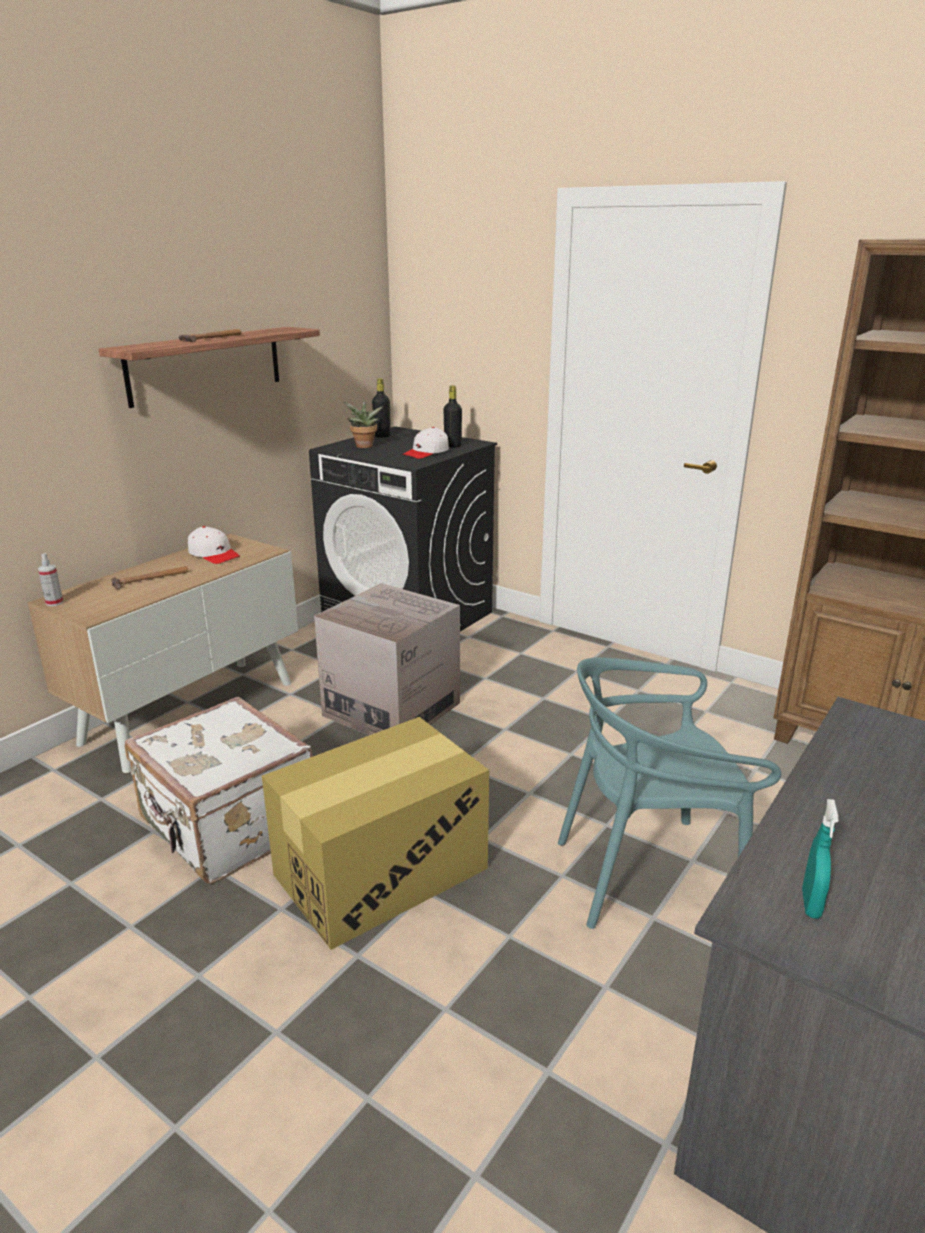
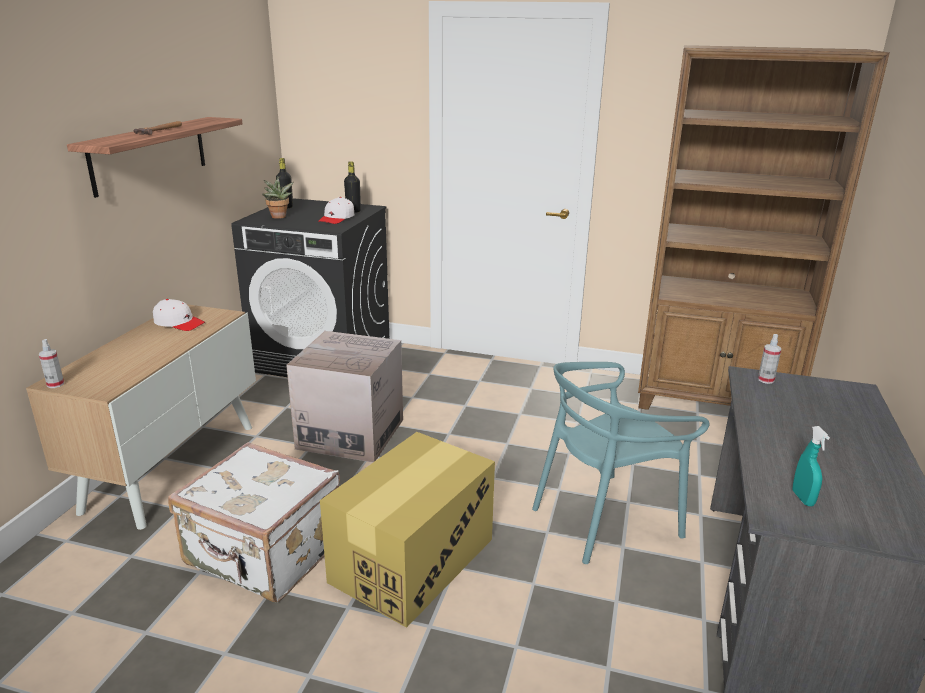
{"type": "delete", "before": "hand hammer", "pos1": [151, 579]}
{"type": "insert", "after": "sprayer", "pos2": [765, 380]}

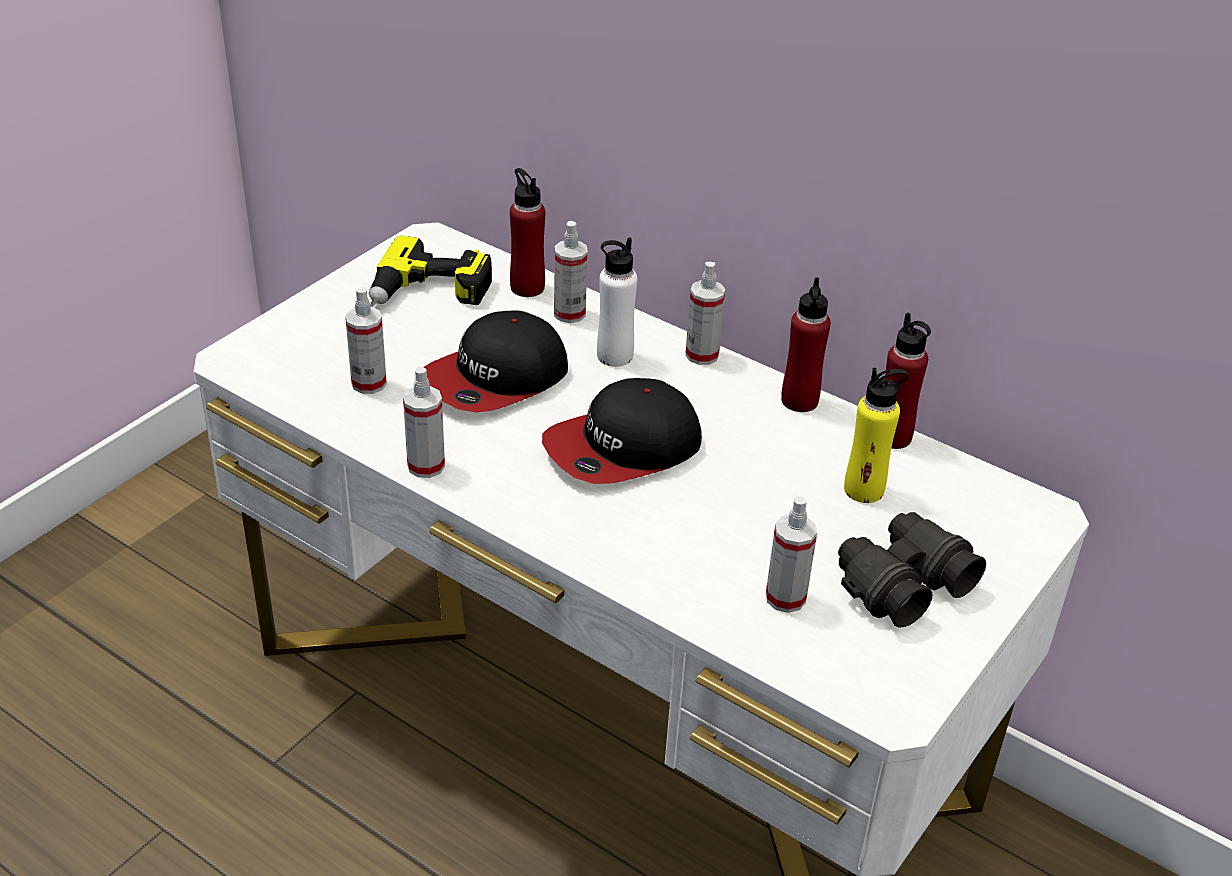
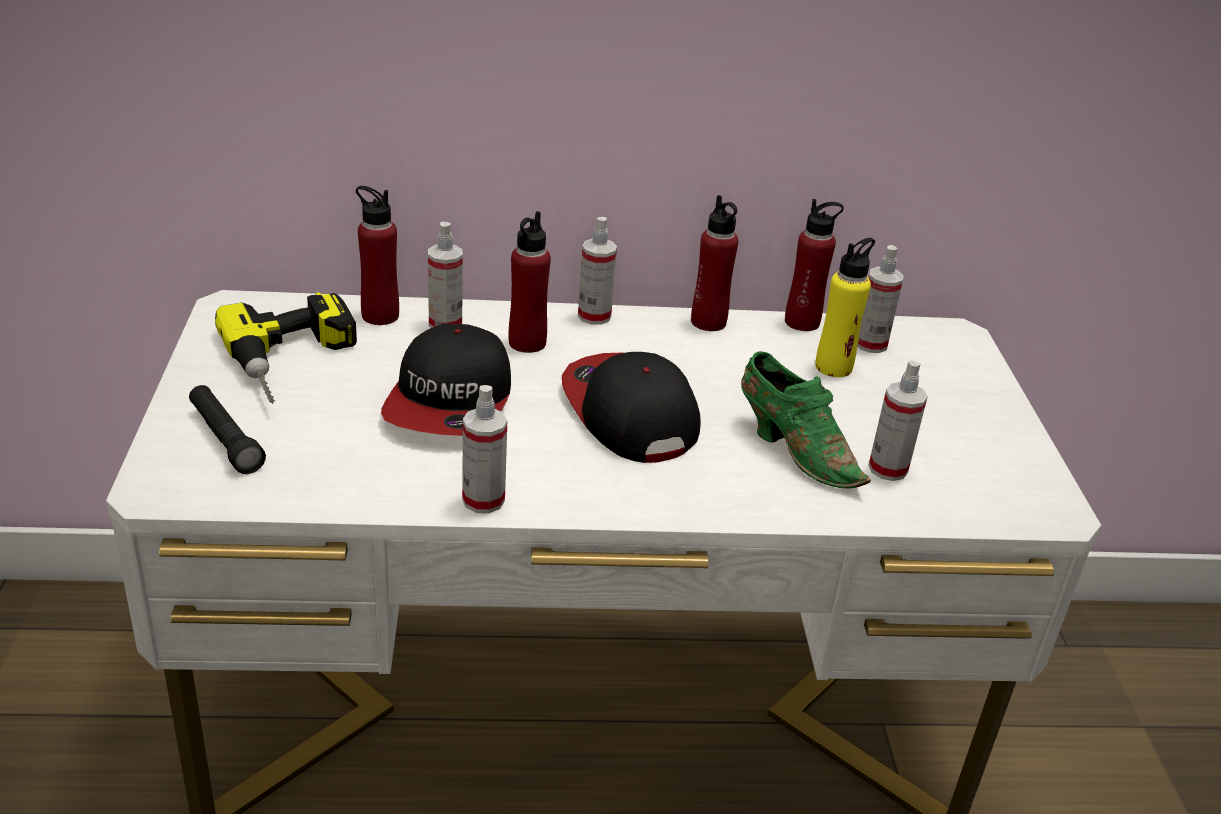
{"type": "recolor", "before": "beverage bottle (whitish)", "after": "beverage bottle (red)", "pos1": [614, 356], "pos2": [527, 343]}
{"type": "move", "before": "sprayer", "pos1": [369, 383], "pos2": [870, 344]}
{"type": "rotate", "before": "cap", "pos1": [623, 448], "pos2": [628, 412], "turn": 135}
{"type": "delete", "before": "pair of binoculars (blackish)", "pos1": [901, 583]}
{"type": "insert", "after": "low shoe (greenish)", "pos2": [795, 450]}
{"type": "insert", "after": "torch (blackish)", "pos2": [225, 439]}

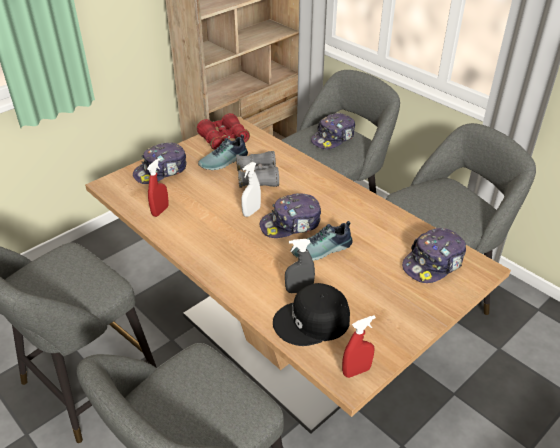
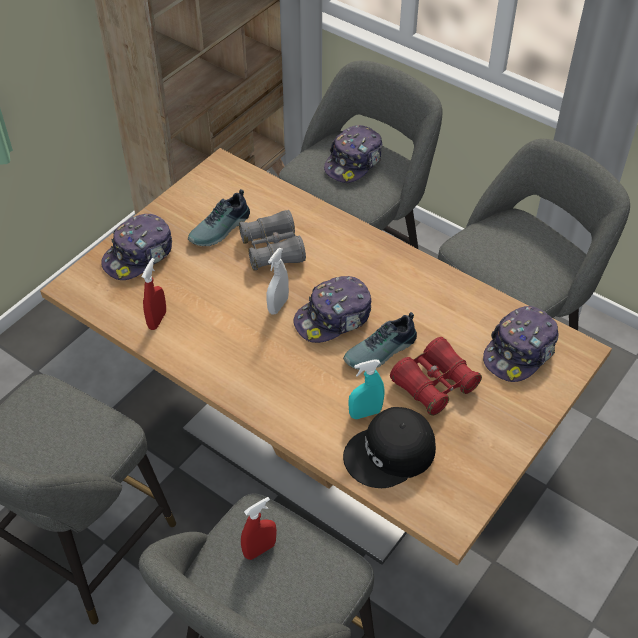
{"type": "move", "before": "pair of binoculars (red)", "pos1": [224, 139], "pos2": [434, 384]}
{"type": "recolor", "before": "sprayer (greyish)", "after": "sprayer (turquoise-coloured)", "pos1": [299, 290], "pos2": [365, 413]}
{"type": "move", "before": "sprayer (red)", "pos1": [356, 371], "pos2": [260, 549]}

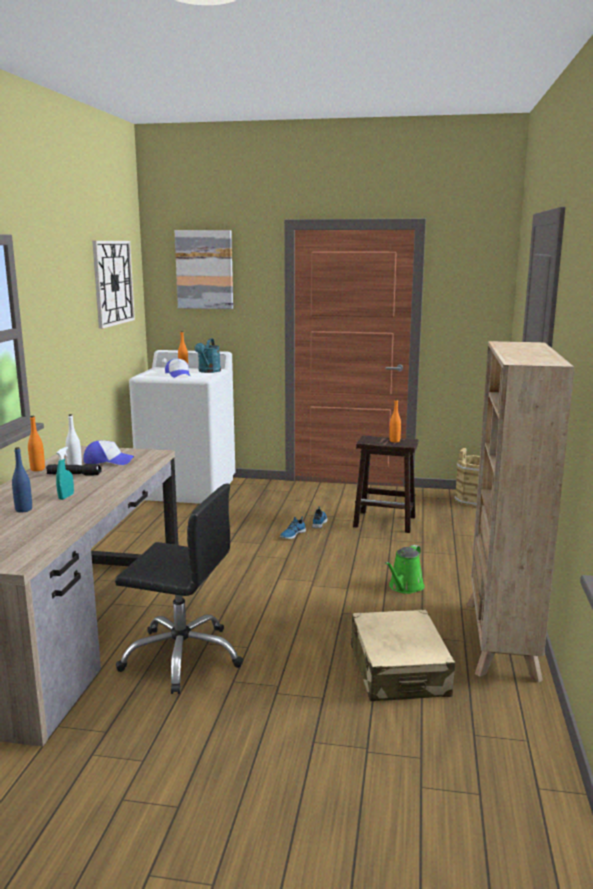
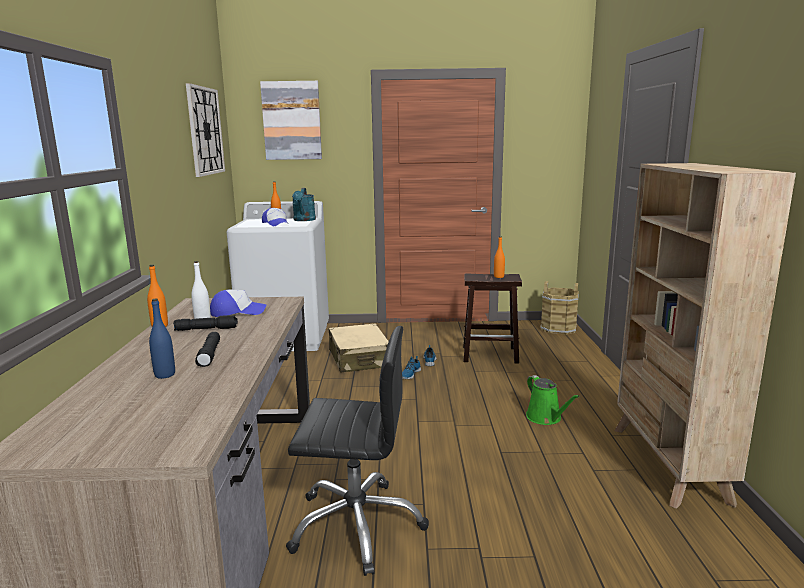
{"type": "replace", "before": "sprayer (turquoise-coloured)", "after": "torch (blackish)", "pos1": [66, 497], "pos2": [210, 355]}
{"type": "rotate", "before": "sprinkling can (greenish)", "pos1": [404, 587], "pos2": [546, 418], "turn": -45}
{"type": "move", "before": "suitcase (beige)", "pos1": [399, 671], "pos2": [359, 359]}

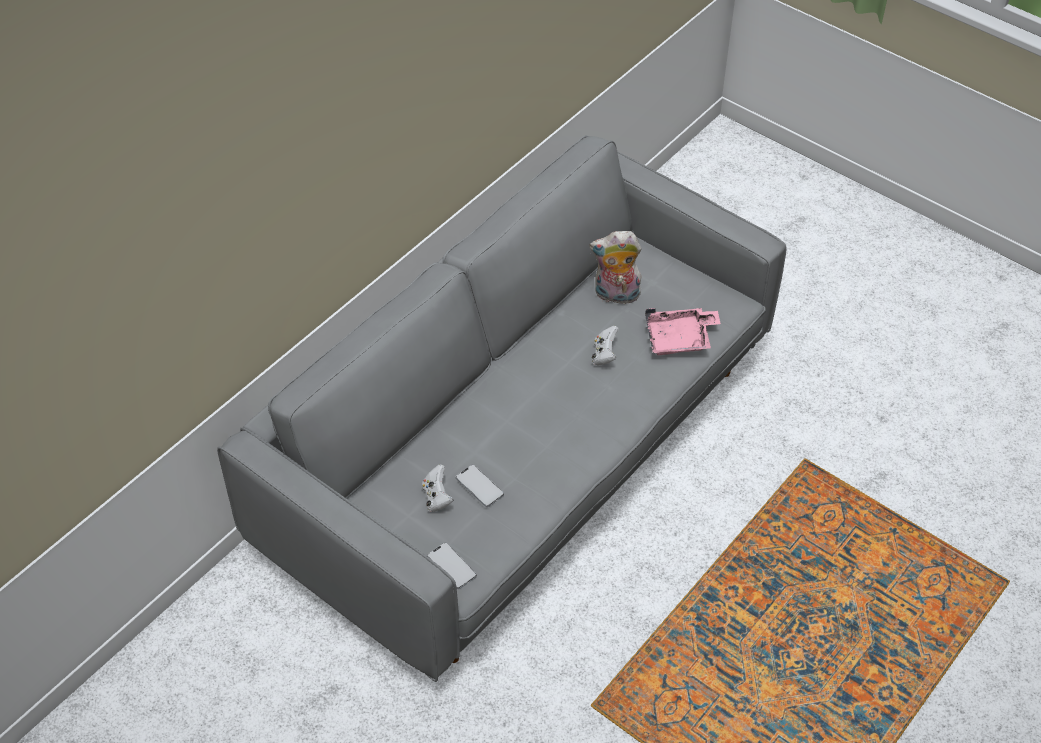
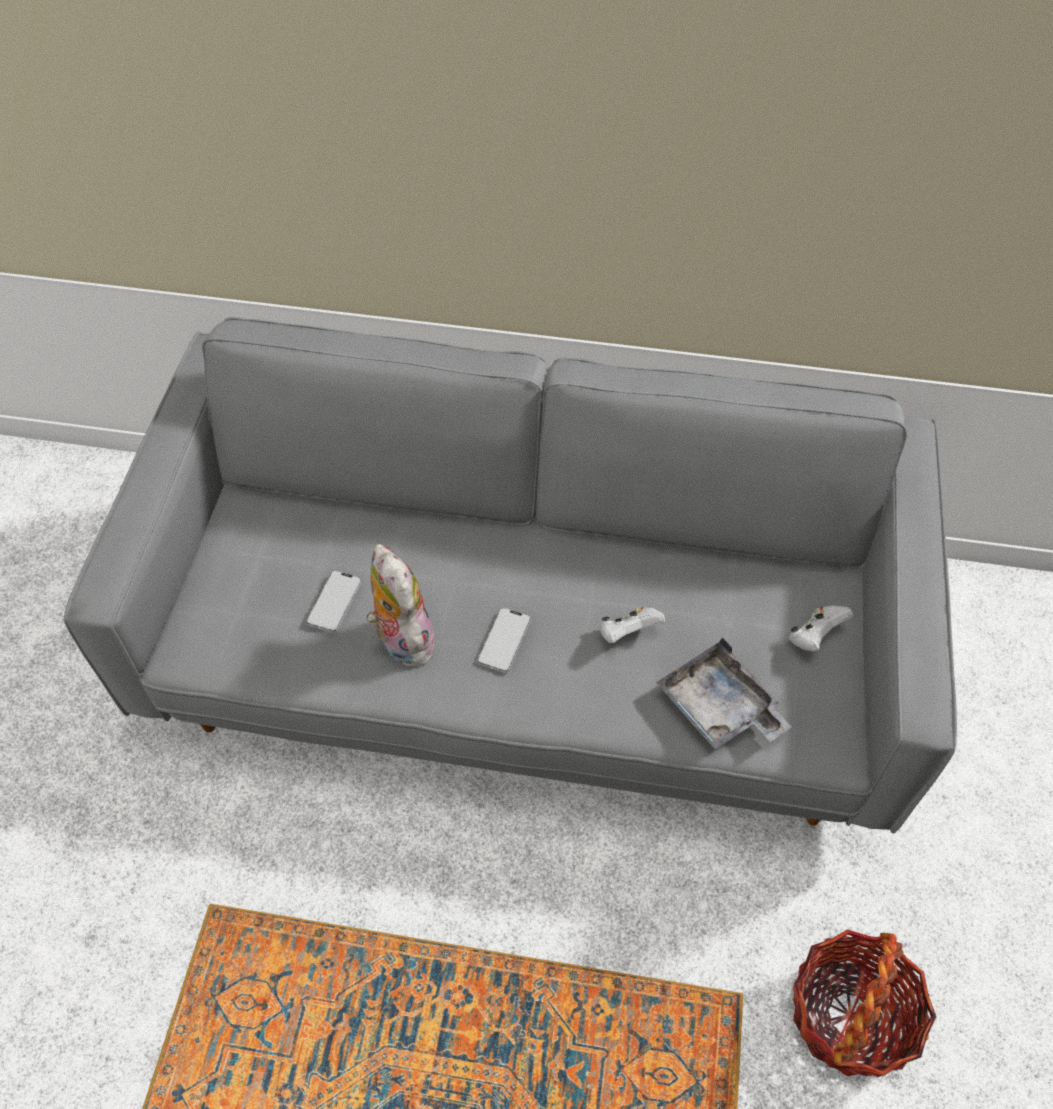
{"type": "move", "before": "plush toy", "pos1": [615, 296], "pos2": [401, 639]}
{"type": "recolor", "before": "tray (pink-coloured)", "after": "tray (greyish)", "pos1": [679, 339], "pos2": [719, 707]}
{"type": "move", "before": "joypad (whitish)", "pos1": [437, 497], "pos2": [814, 636]}
{"type": "move", "before": "handset", "pos1": [452, 566], "pos2": [504, 641]}
{"type": "insert", "after": "storage basket", "pos2": [849, 1014]}

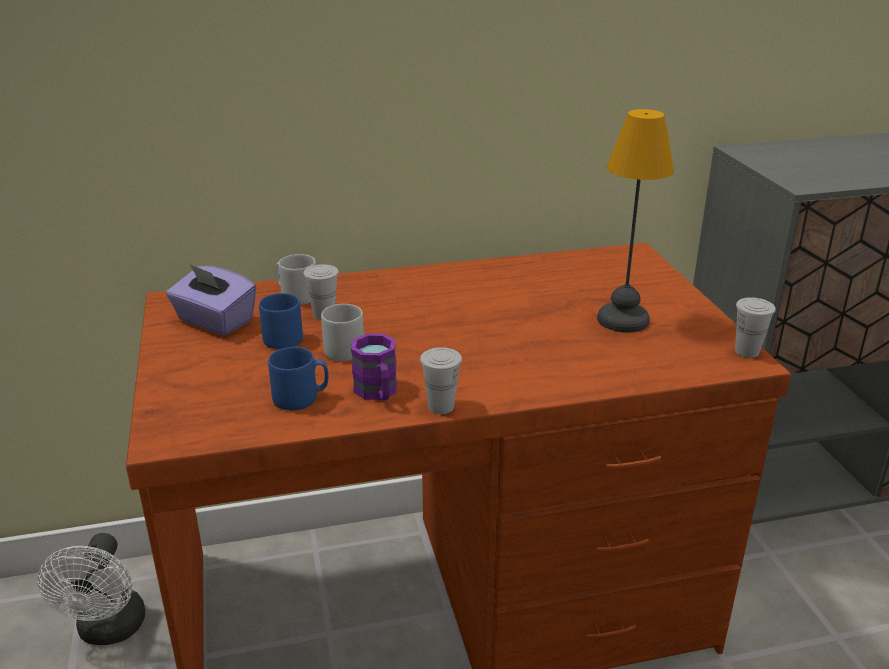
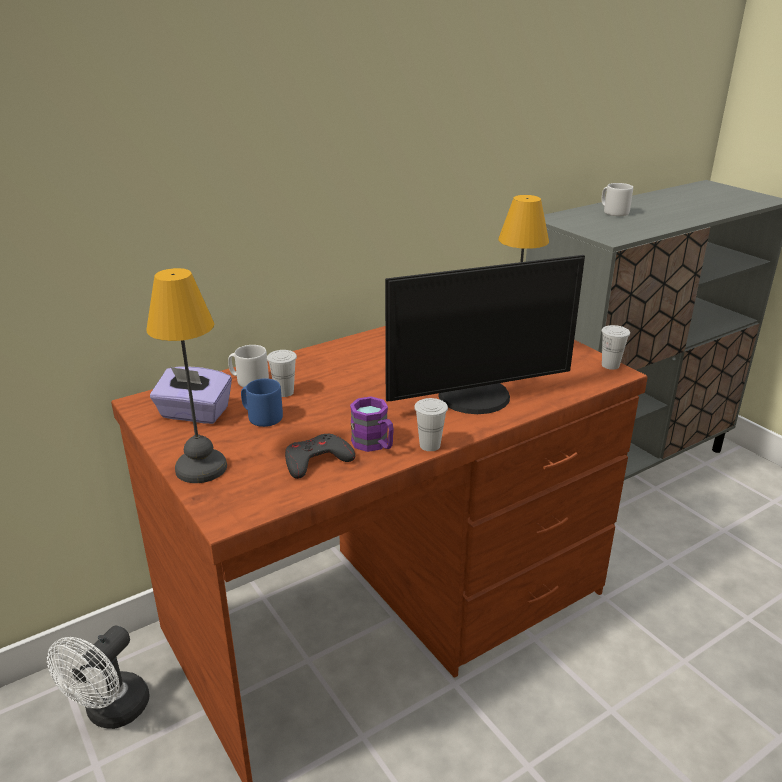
{"type": "move", "before": "coffee mug (greyish)", "pos1": [343, 349], "pos2": [613, 212]}
{"type": "replace", "before": "coffee mug (blue-coloured)", "after": "joypad (greyish)", "pos1": [301, 398], "pos2": [317, 461]}
{"type": "rotate", "before": "fan (whitish)", "pos1": [109, 631], "pos2": [111, 713], "turn": 45}
{"type": "insert", "after": "computer display", "pos2": [476, 398]}
{"type": "insert", "after": "table lamp", "pos2": [200, 467]}

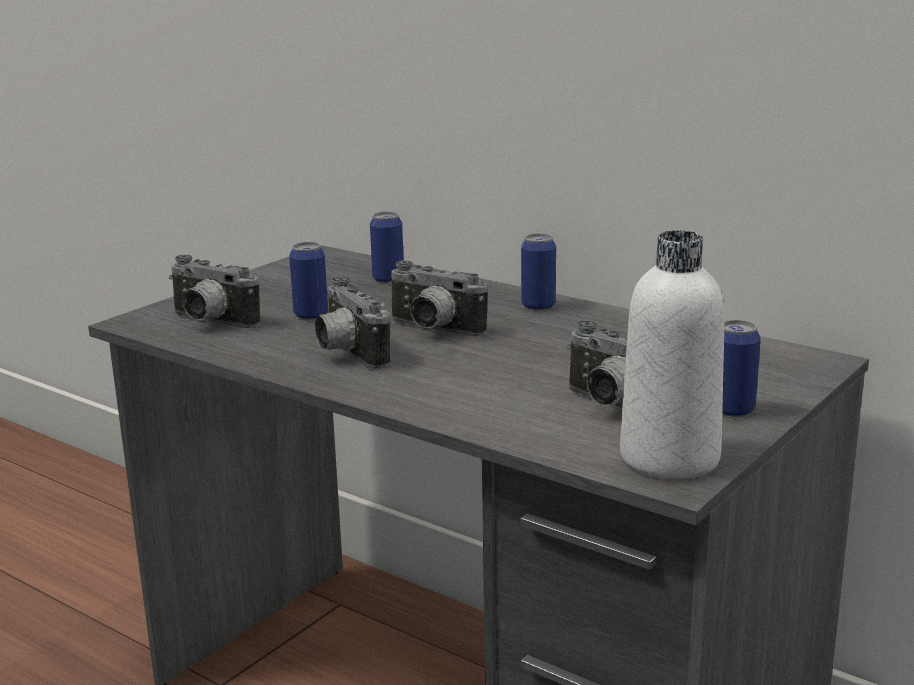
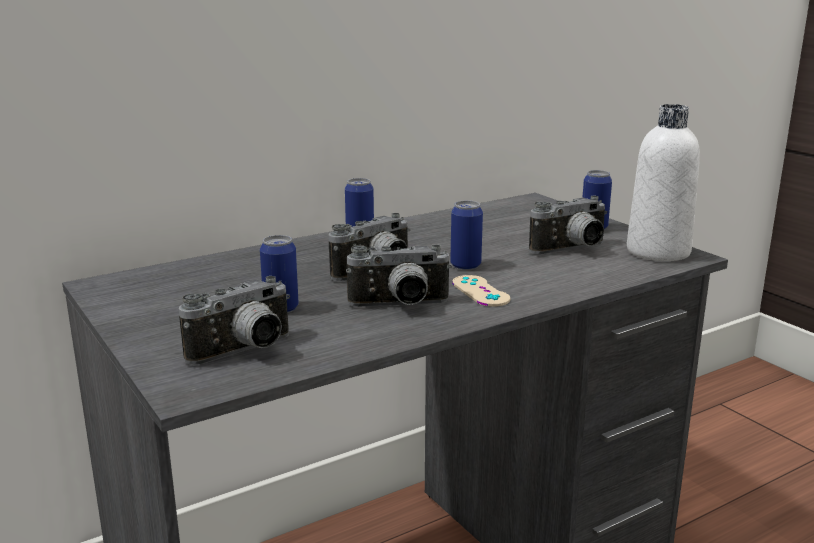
{"type": "move", "before": "metal can", "pos1": [388, 279], "pos2": [465, 265]}
{"type": "insert", "after": "joypad (beige)", "pos2": [480, 291]}

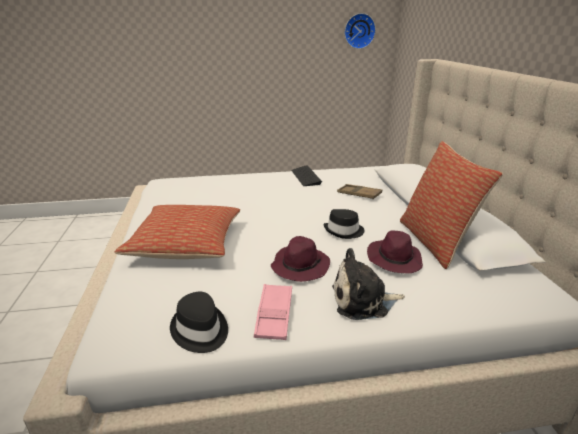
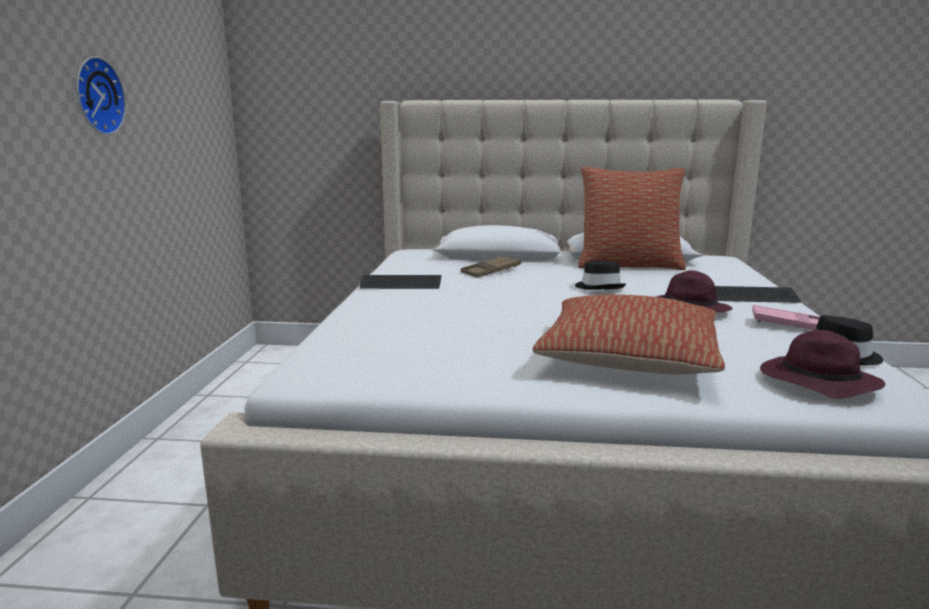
{"type": "move", "before": "wall clock", "pos1": [359, 31], "pos2": [96, 96]}
{"type": "move", "before": "hat (purple-coloured)", "pos1": [394, 259], "pos2": [816, 383]}
{"type": "replace", "before": "plush toy", "after": "keyboard", "pos1": [363, 301], "pos2": [751, 297]}

